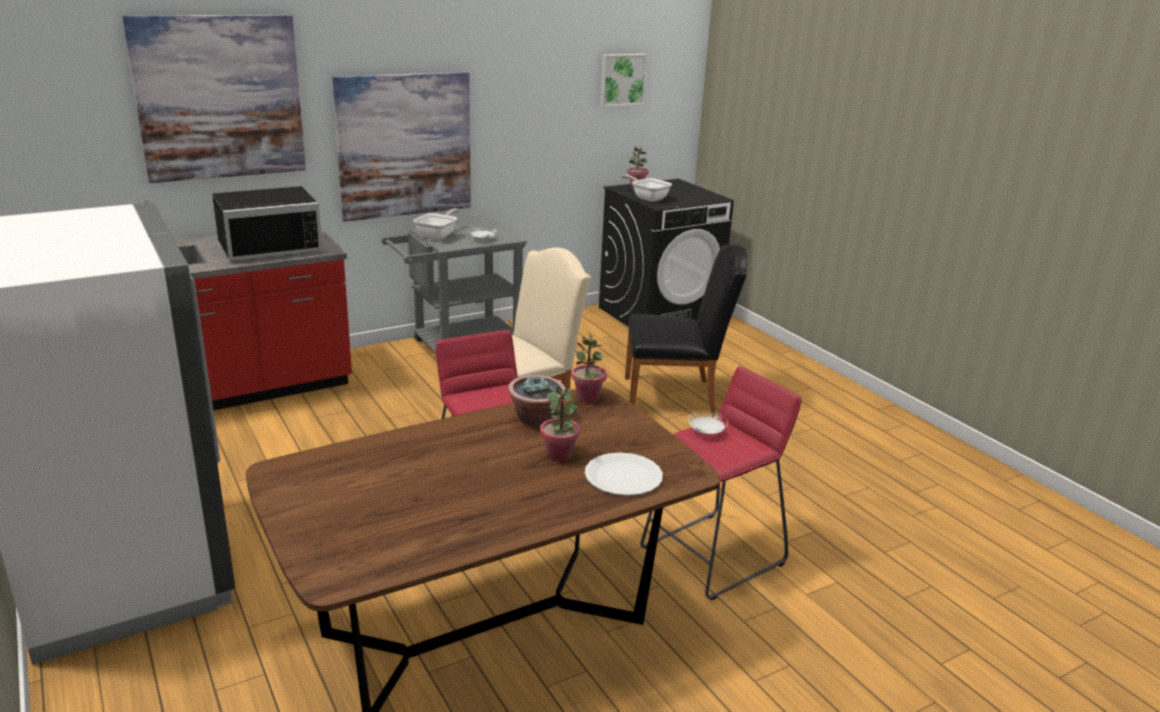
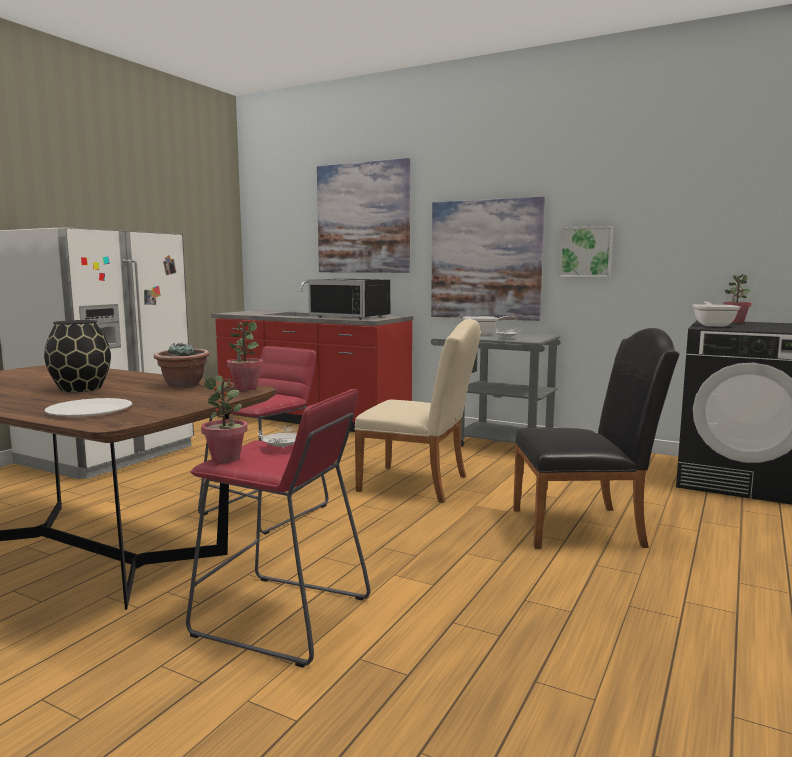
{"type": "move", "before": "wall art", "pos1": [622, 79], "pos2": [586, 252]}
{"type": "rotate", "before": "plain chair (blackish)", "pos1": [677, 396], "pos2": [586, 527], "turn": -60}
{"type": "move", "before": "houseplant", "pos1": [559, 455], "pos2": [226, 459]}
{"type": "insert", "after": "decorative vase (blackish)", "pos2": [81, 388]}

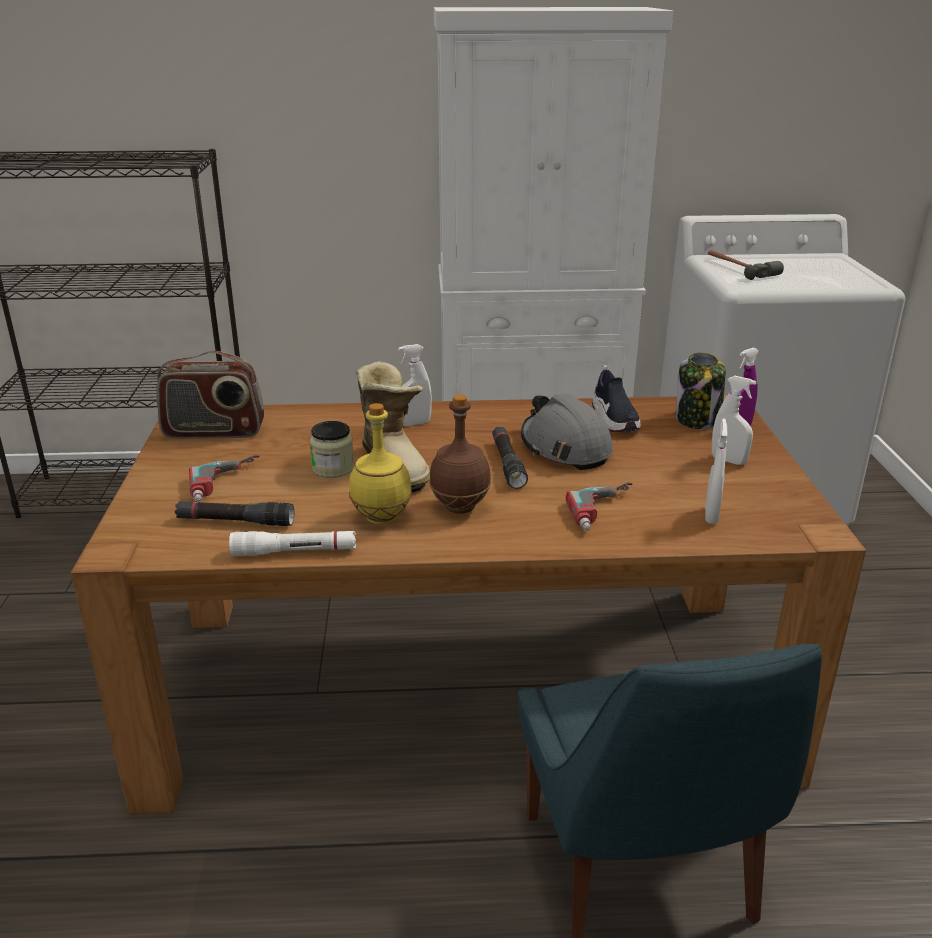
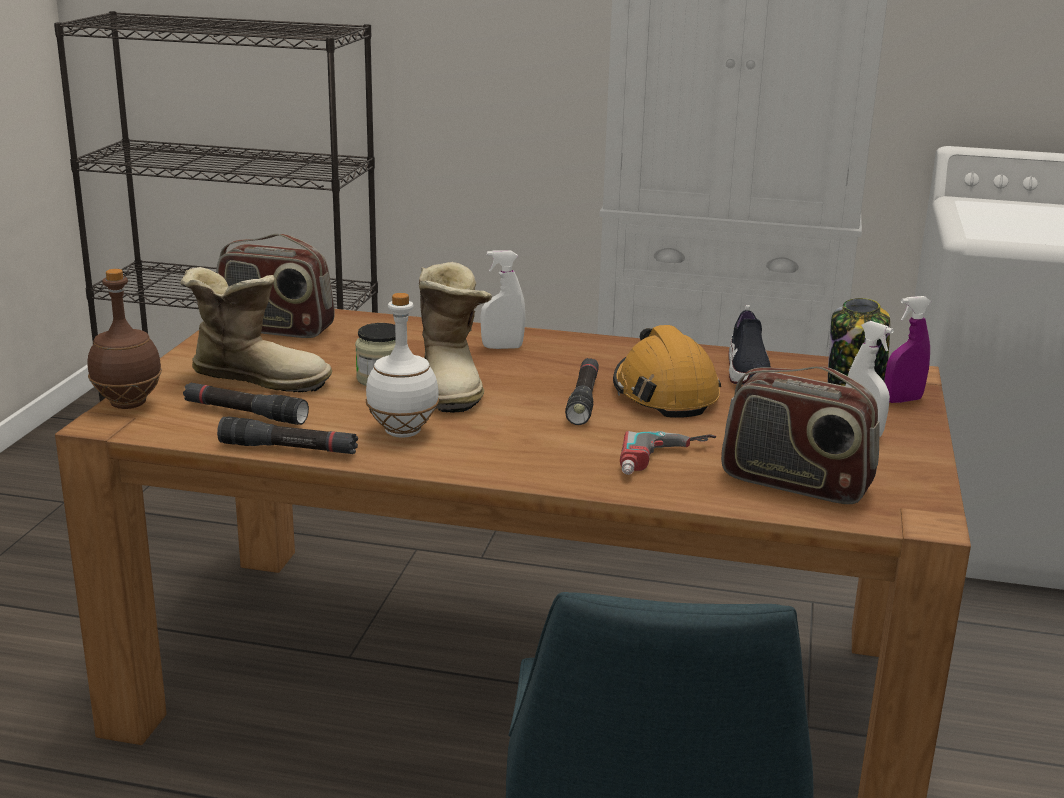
{"type": "delete", "before": "hand hammer", "pos1": [738, 268]}
{"type": "recolor", "before": "work helmet (greyish)", "after": "work helmet (orange-coloured)", "pos1": [565, 447], "pos2": [664, 393]}
{"type": "move", "before": "beverage bottle (brown-coloured)", "pos1": [460, 508], "pos2": [128, 404]}
{"type": "recolor", "before": "beverage bottle (yellow-coloured)", "after": "beverage bottle (whitish)", "pos1": [381, 518], "pos2": [402, 431]}
{"type": "replace", "before": "sprayer (whitish)", "after": "radio set", "pos1": [711, 515], "pos2": [795, 483]}
{"type": "replace", "before": "drill", "after": "high-top boot", "pos1": [227, 484], "pos2": [259, 378]}
{"type": "recolor", "before": "torch (whitish)", "after": "torch (blackish)", "pos1": [294, 552], "pos2": [289, 449]}

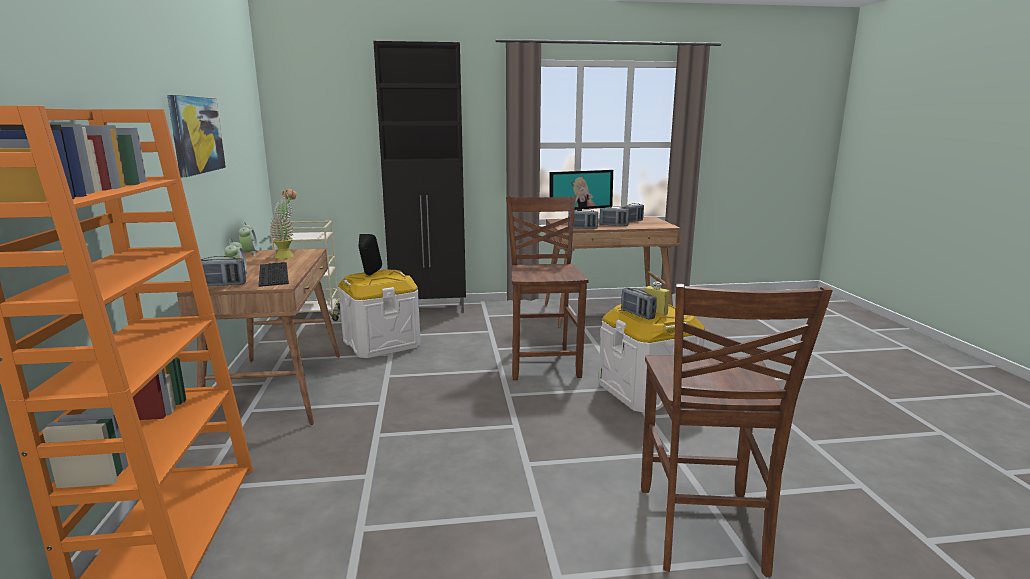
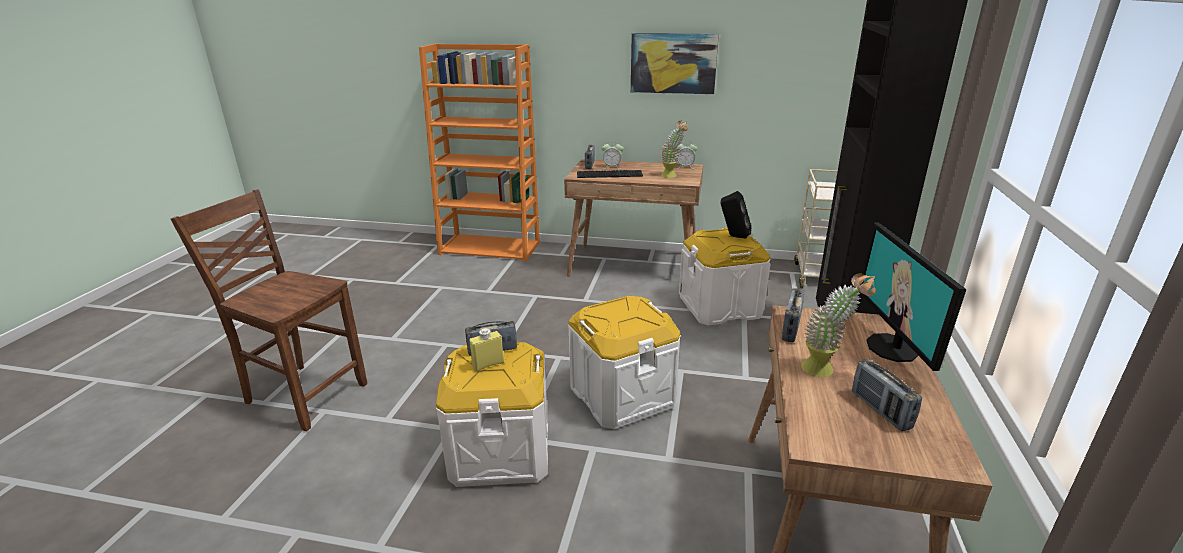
{"type": "replace", "before": "plain chair (brown-coloured)", "after": "storage box (whitish)", "pos1": [544, 363], "pos2": [622, 395]}
{"type": "replace", "before": "radio set", "after": "houseplant", "pos1": [613, 225], "pos2": [826, 370]}

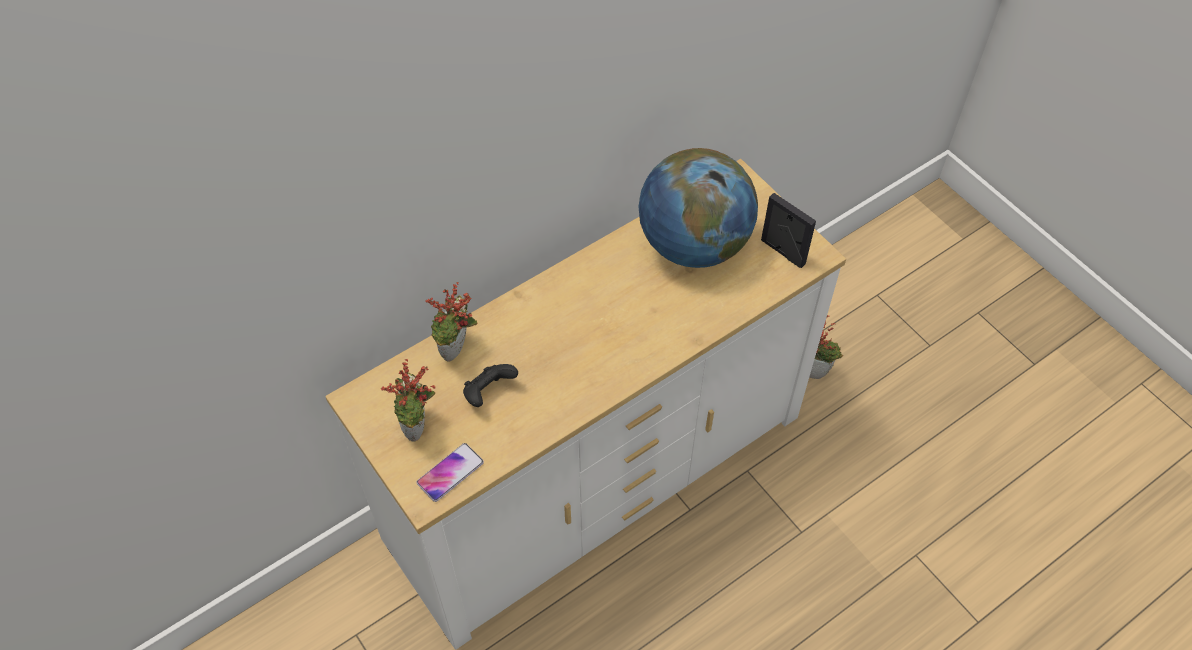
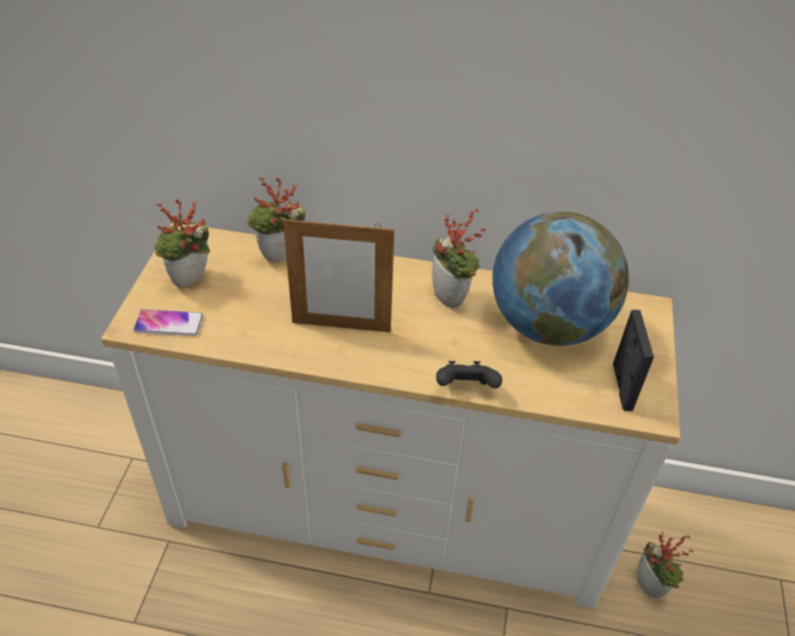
{"type": "move", "before": "joypad (blackish)", "pos1": [488, 393], "pos2": [466, 388]}
{"type": "insert", "after": "houseplant", "pos2": [452, 298]}
{"type": "insert", "after": "standing frame", "pos2": [341, 327]}

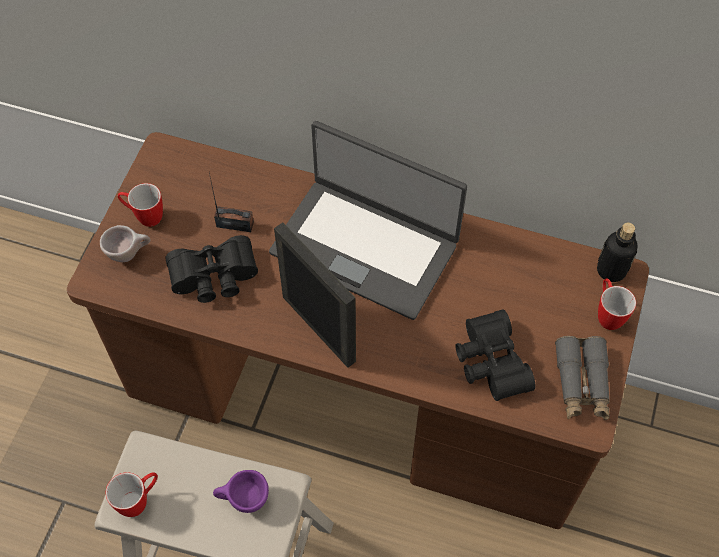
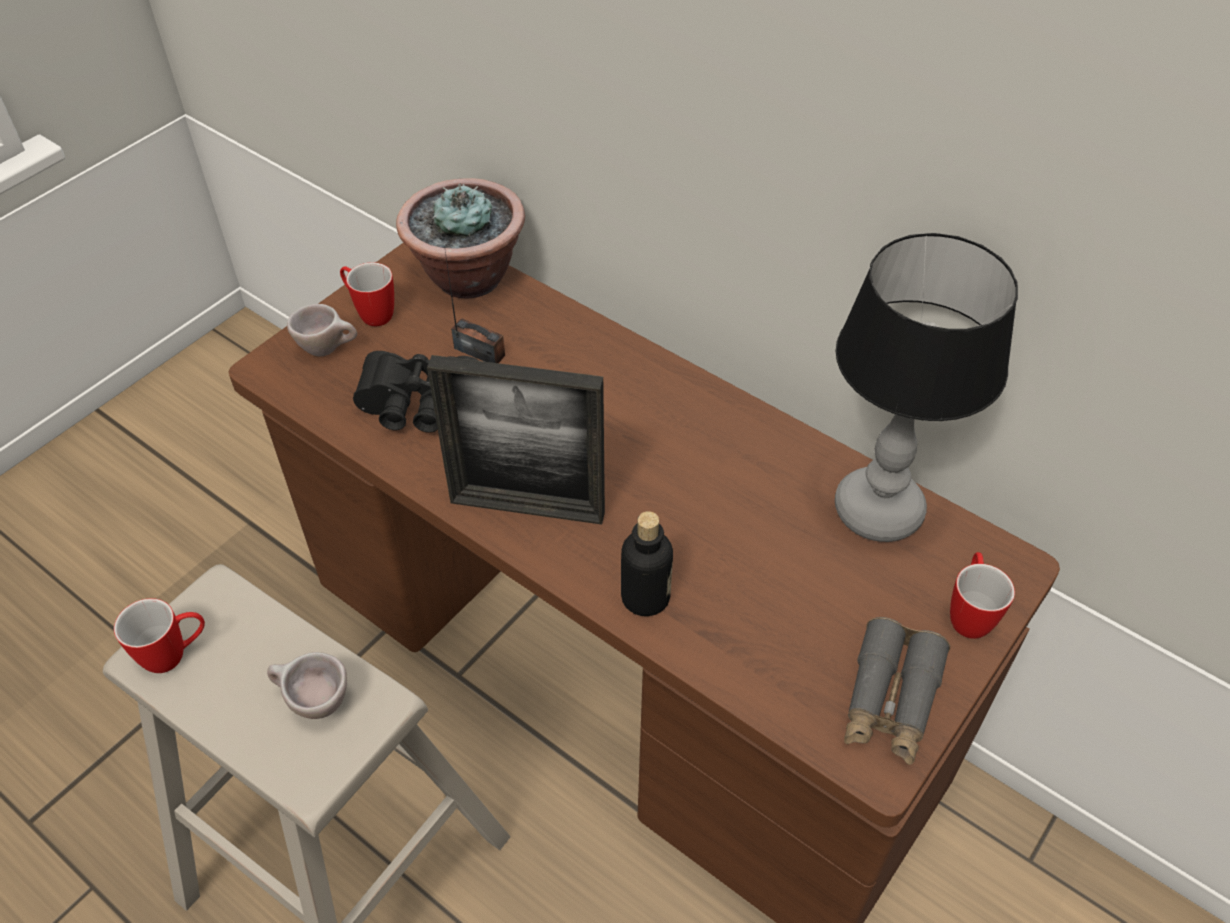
{"type": "delete", "before": "portable computer", "pos1": [365, 246]}
{"type": "rotate", "before": "standing frame", "pos1": [318, 329], "pos2": [527, 507], "turn": 120}
{"type": "move", "before": "beverage bottle", "pos1": [611, 270], "pos2": [645, 597]}
{"type": "delete", "before": "pair of binoculars (blackish)", "pos1": [489, 363]}
{"type": "recolor", "before": "cup (purple-coloured)", "after": "cup (beige)", "pos1": [243, 500], "pos2": [312, 703]}
{"type": "insert", "after": "houseplant", "pos2": [467, 276]}
{"type": "insert", "after": "table lamp", "pos2": [880, 509]}

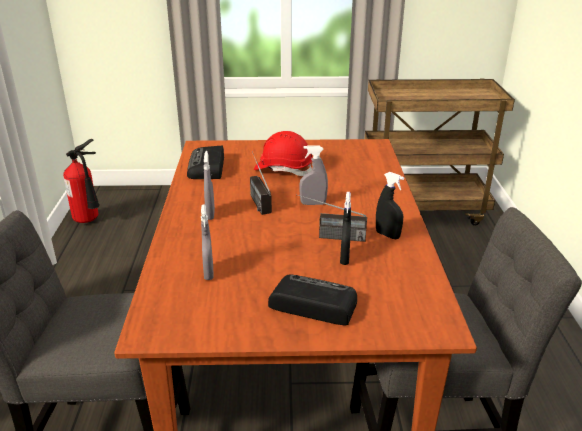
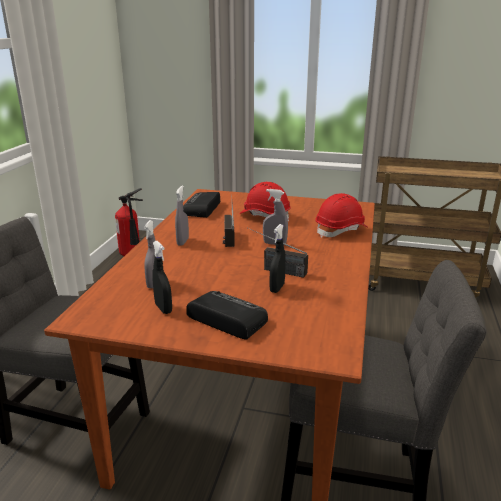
{"type": "move", "before": "sprayer (blackish)", "pos1": [387, 235], "pos2": [163, 308]}
{"type": "insert", "after": "work helmet (red)", "pos2": [341, 230]}

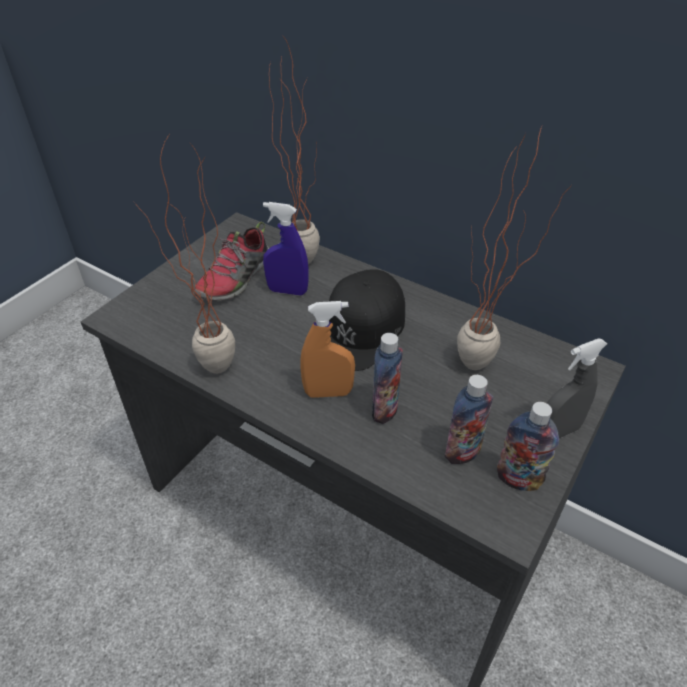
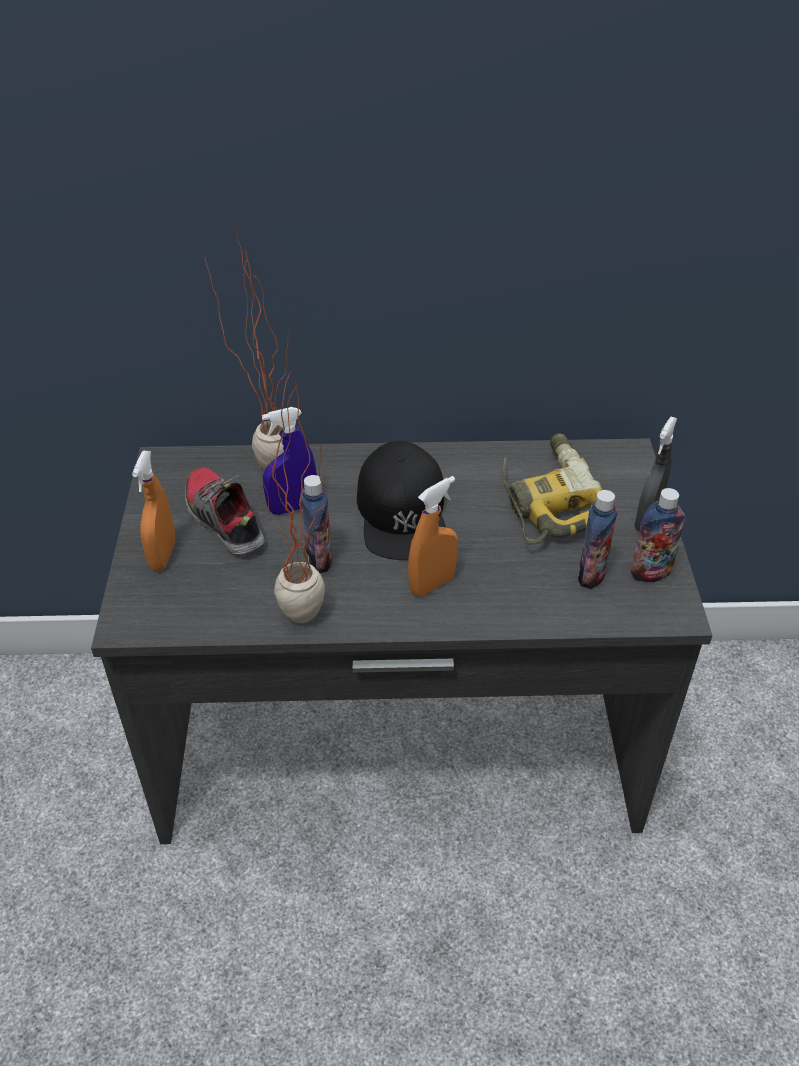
{"type": "replace", "before": "houseplant", "after": "drill", "pos1": [482, 372], "pos2": [546, 499]}
{"type": "rotate", "before": "low shoe", "pos1": [235, 279], "pos2": [223, 520], "turn": 150}
{"type": "move", "before": "beverage bottle", "pos1": [384, 410], "pos2": [319, 559]}
{"type": "insert", "after": "sprayer (orange-coloured)", "pos2": [163, 556]}

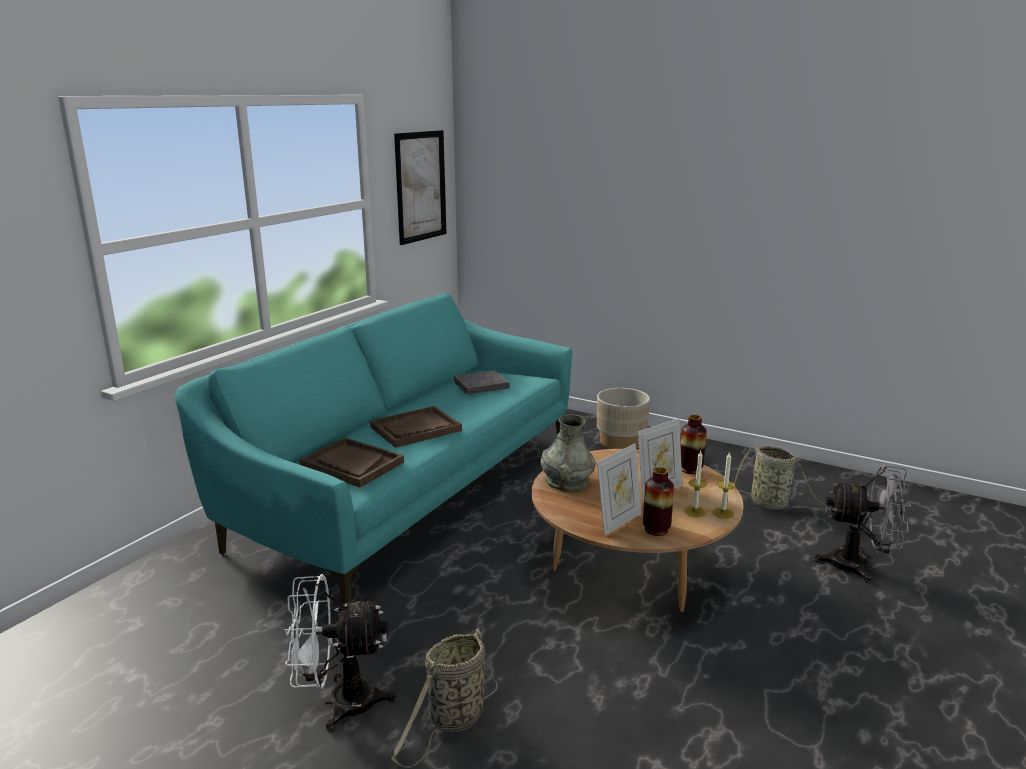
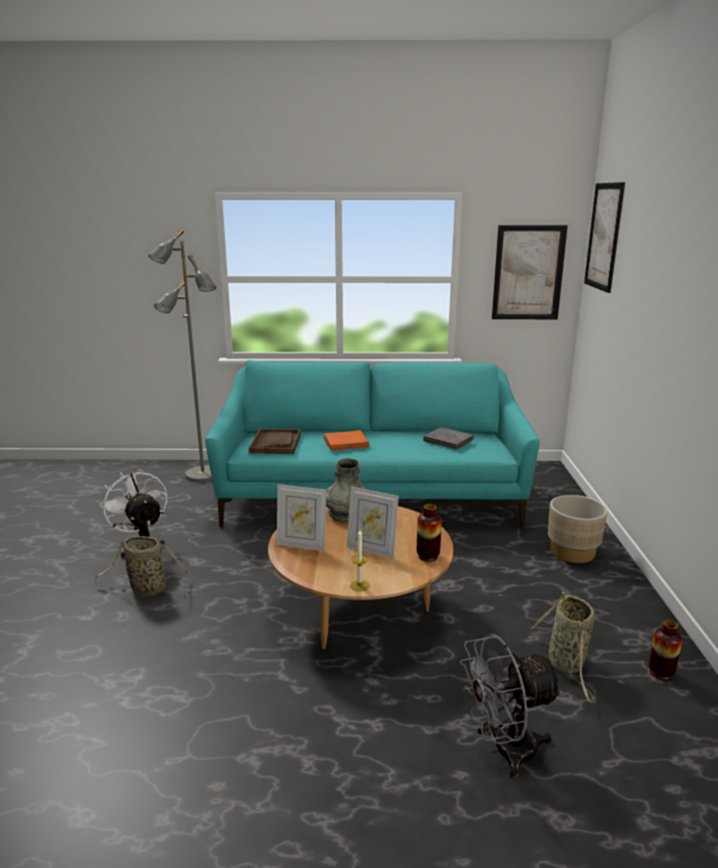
{"type": "replace", "before": "tray (brown-coloured)", "after": "volume (orange-coloured)", "pos1": [415, 429], "pos2": [346, 443]}
{"type": "delete", "before": "wax light", "pos1": [695, 511]}
{"type": "rotate", "before": "fan (greyish)", "pos1": [859, 566], "pos2": [504, 750], "turn": 90}
{"type": "move", "before": "decorative vase", "pos1": [656, 530], "pos2": [661, 673]}
{"type": "insert", "after": "wall art", "pos2": [604, 236]}
{"type": "insert", "after": "floor lamp (greyish)", "pos2": [202, 475]}

